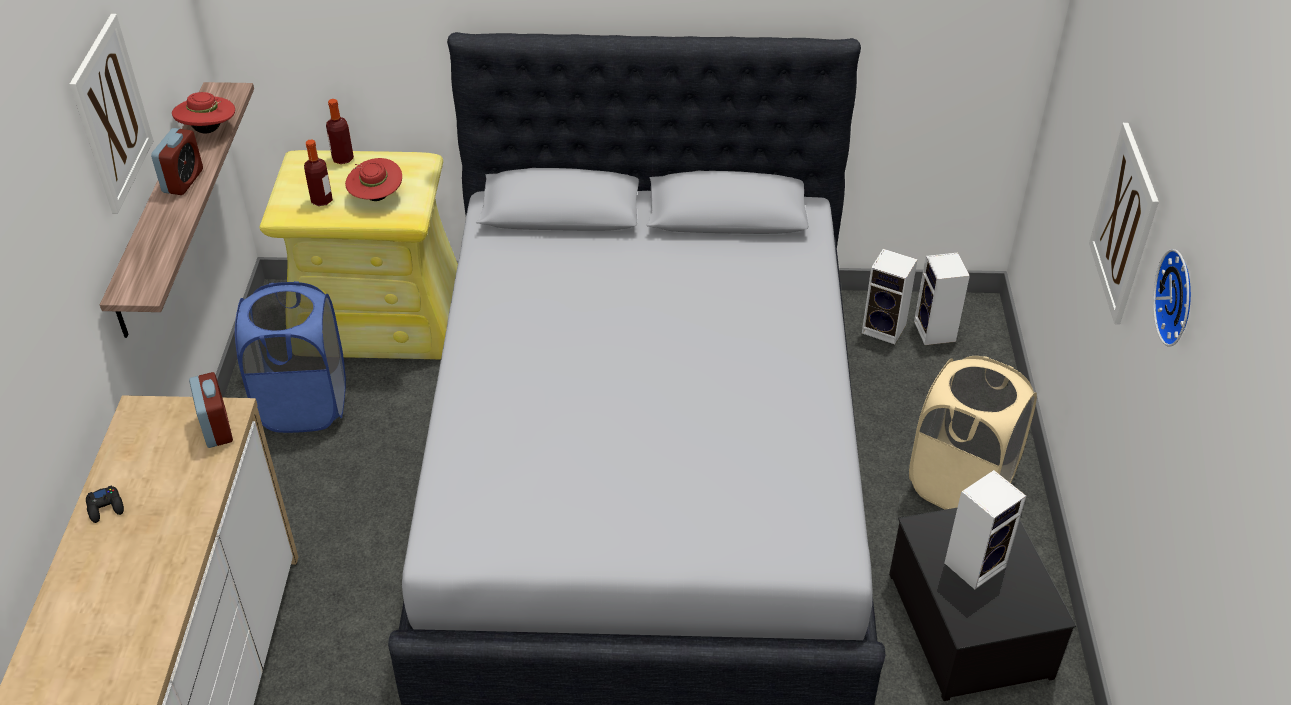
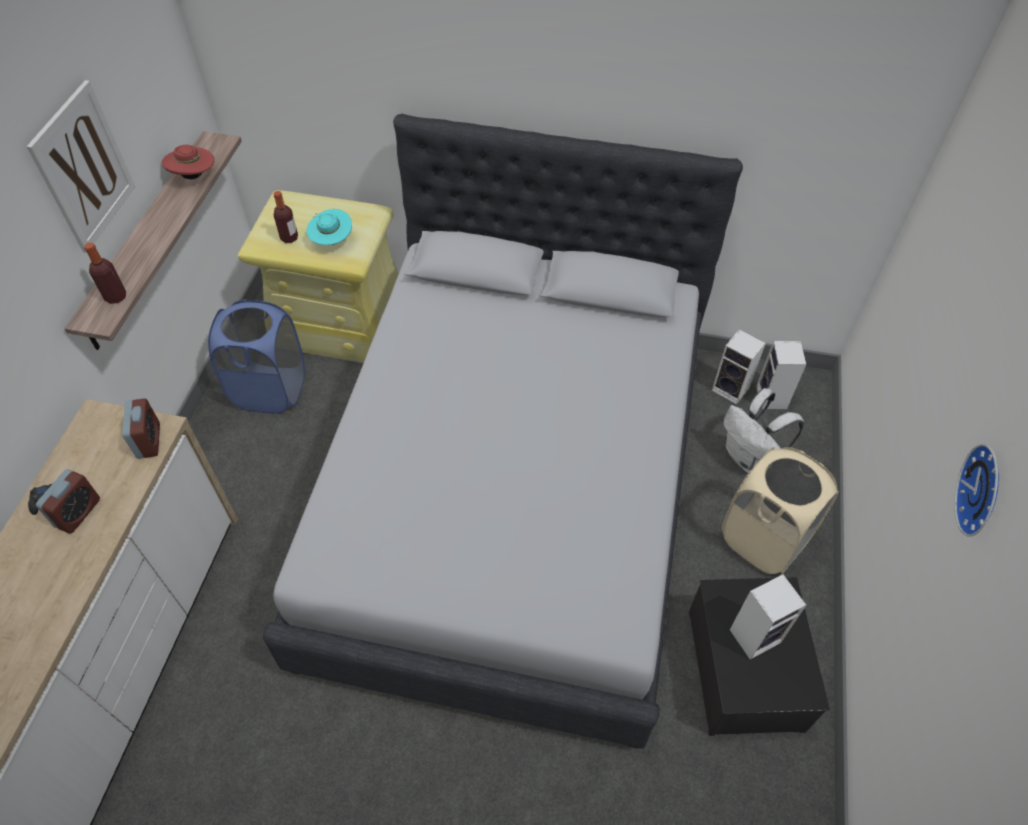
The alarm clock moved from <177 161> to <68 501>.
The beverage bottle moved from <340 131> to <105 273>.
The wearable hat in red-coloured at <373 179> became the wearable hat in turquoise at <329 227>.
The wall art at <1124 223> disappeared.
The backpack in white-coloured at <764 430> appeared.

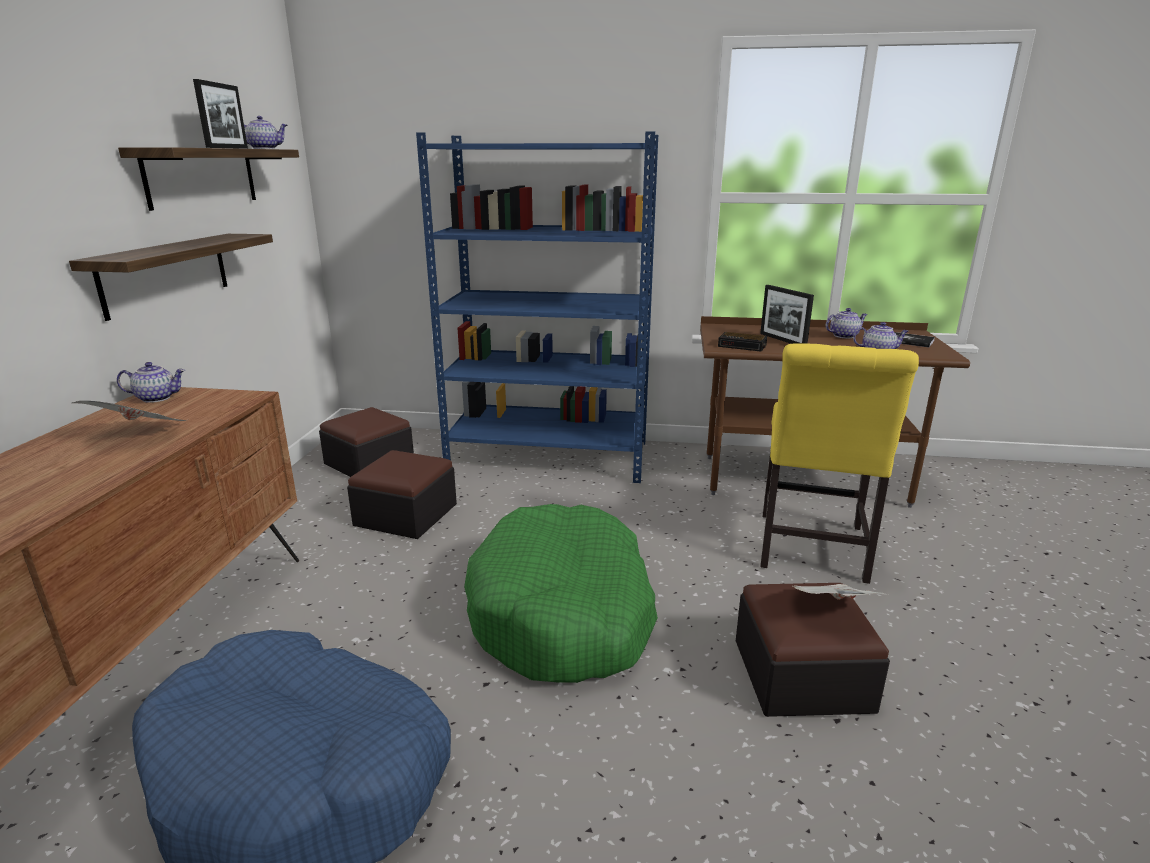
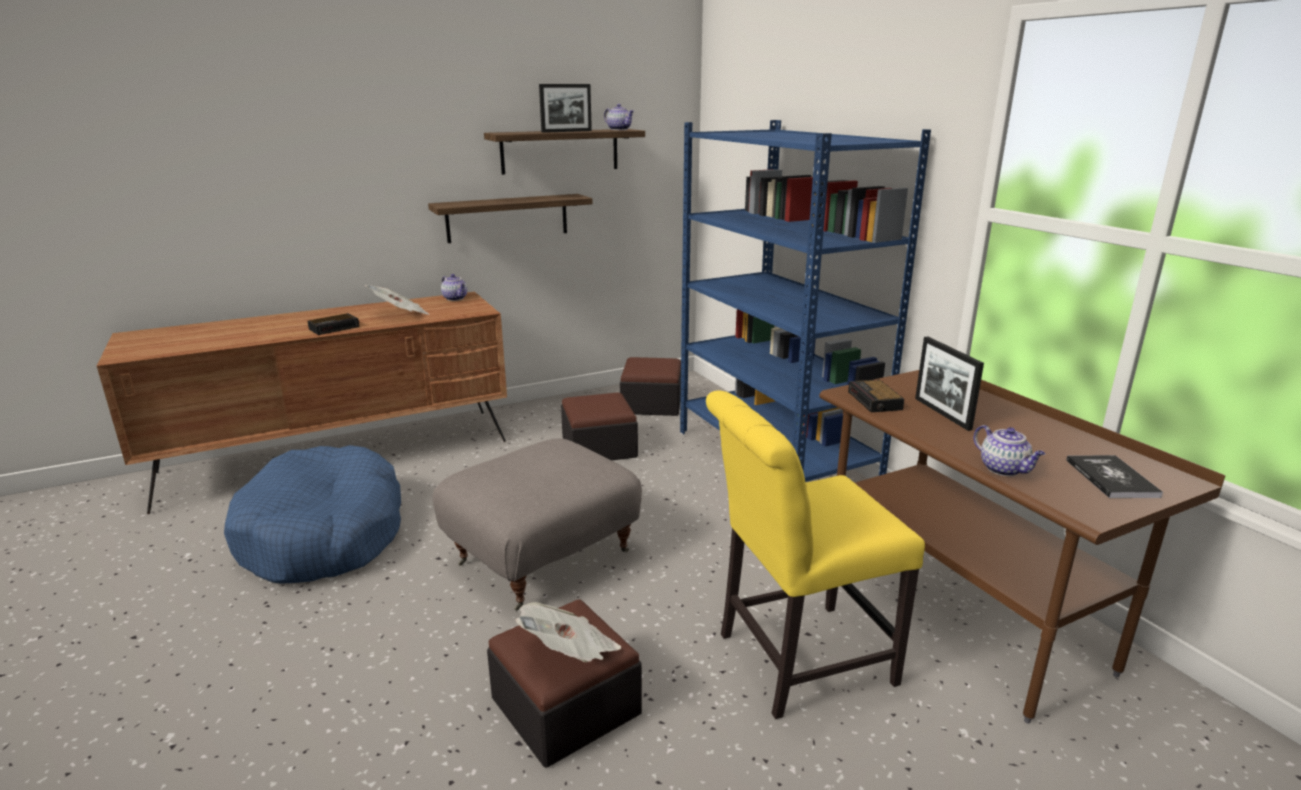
The dog bed in greenish at <561 593> was replaced by the ottoman in grey at <537 524>.
The picture frame at <787 314> turned 45 degrees counterclockwise.
The tea pot at <846 323> disappeared.
The alarm clock at <333 324> appeared.

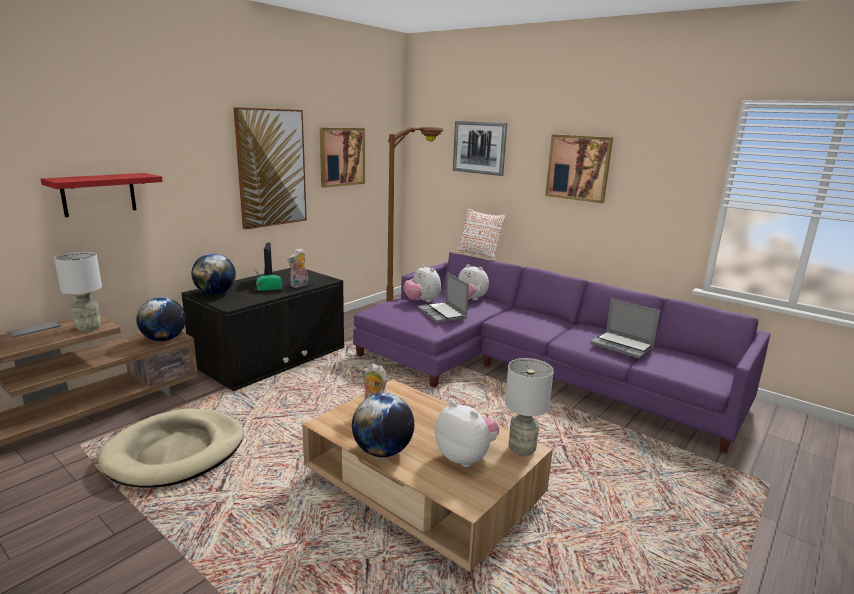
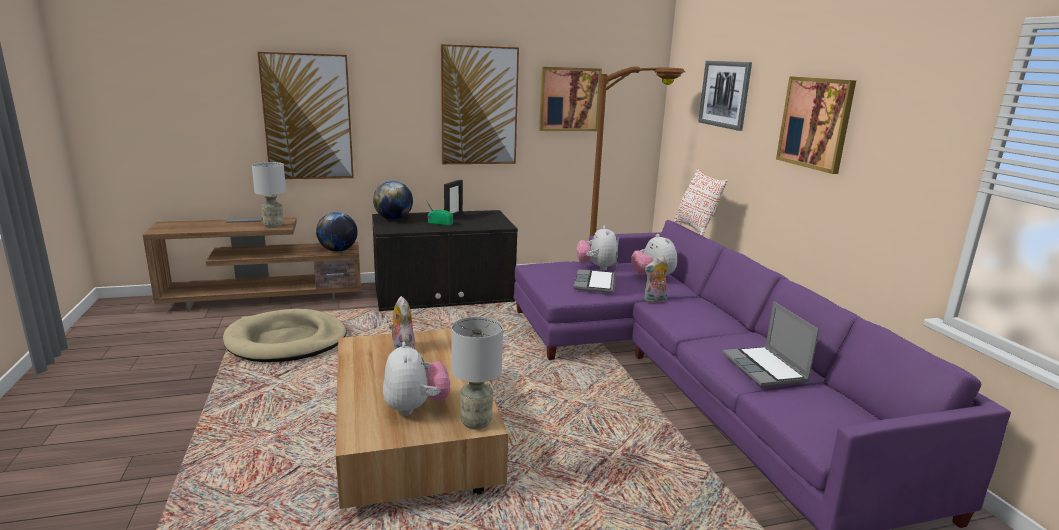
The shelf in red-coloured at <102 195> was replaced by the wall art at <305 115>.
The cuddly toy moved from <298 268> to <656 279>.
The desk globe at <383 425> disappeared.

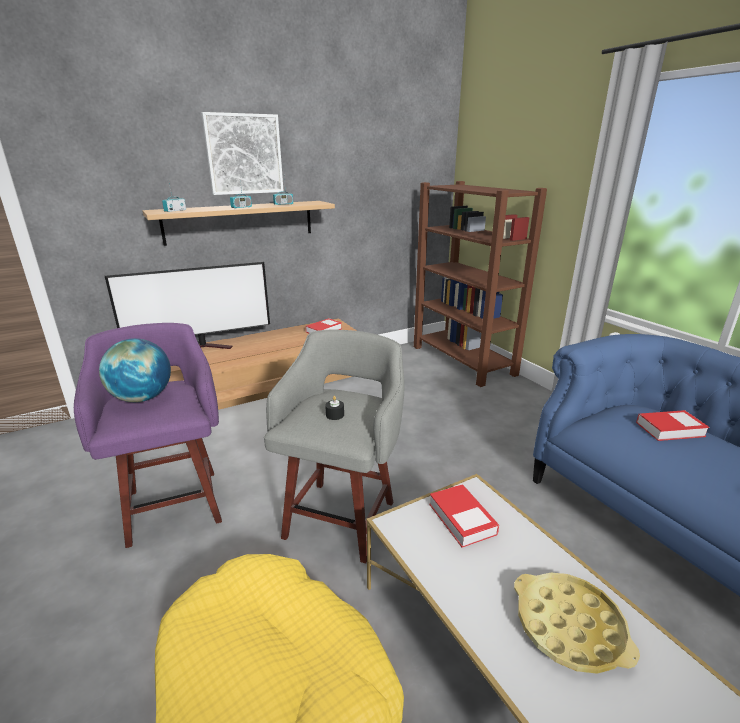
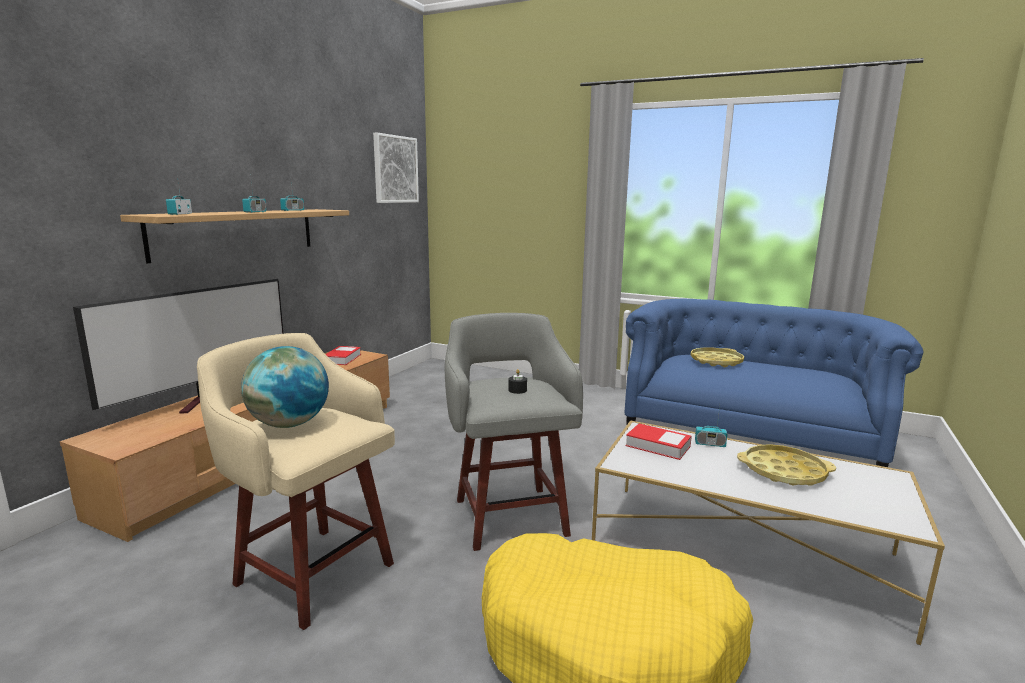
The stool seat in purplish at <148 435> became the stool seat in beige at <296 481>.
The wall art moved from <243 153> to <396 168>.
The bookshelf in brown at <480 284> disappeared.
The volume at <672 425> was replaced by the carrying tray in yellow-coloured at <717 357>.
The radio at <711 426> appeared.

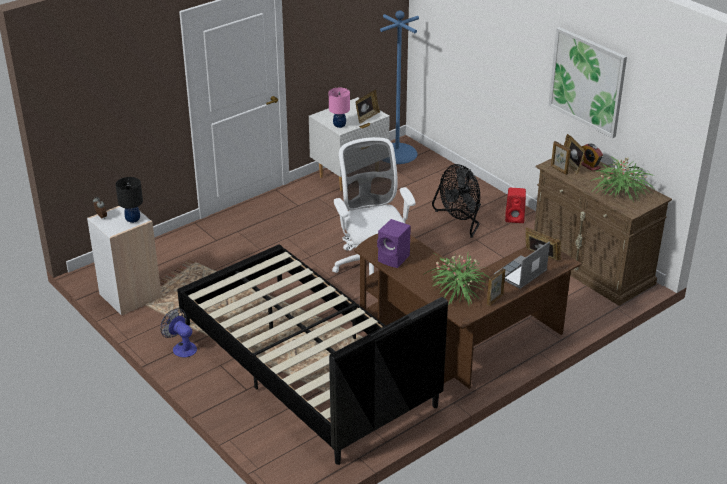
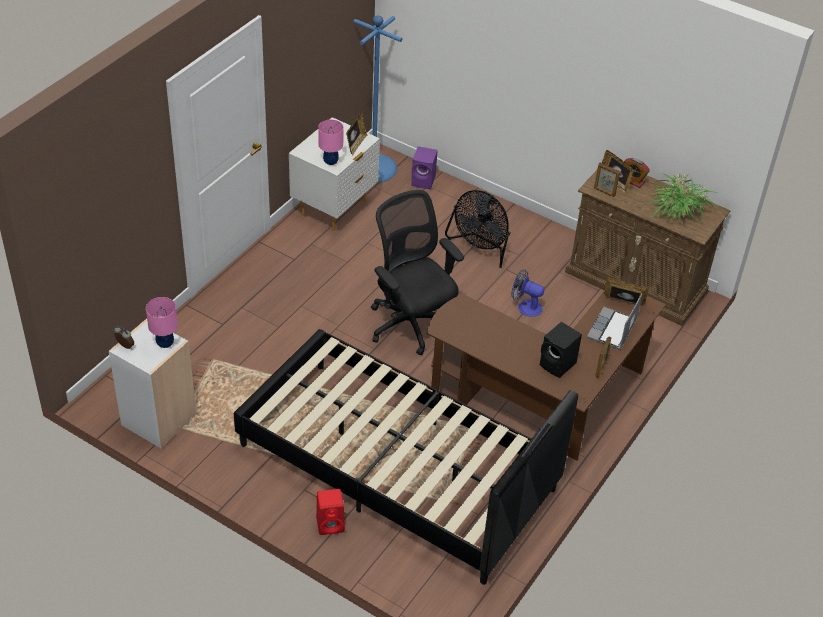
The table lamp in black at <129 200> became the table lamp in pink at <162 322>.
The cooling fan moved from <178 332> to <527 293>.
The computer chair in white-coloured at <374 206> became the computer chair in black at <417 272>.
The loudspeaker in purplish moved from <394 243> to <424 167>.
The houseplant at <456 279> was replaced by the loudspeaker in black at <561 350>.
The loudspeaker in red-coloured moved from <515 205> to <330 512>.
The wall art at <587 82> disappeared.

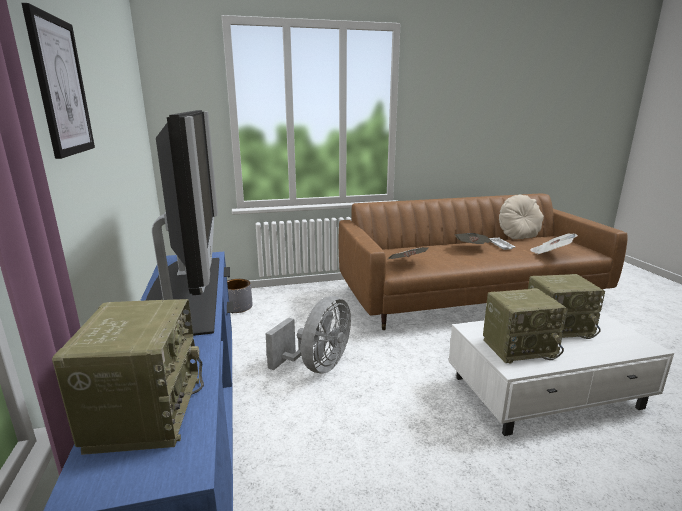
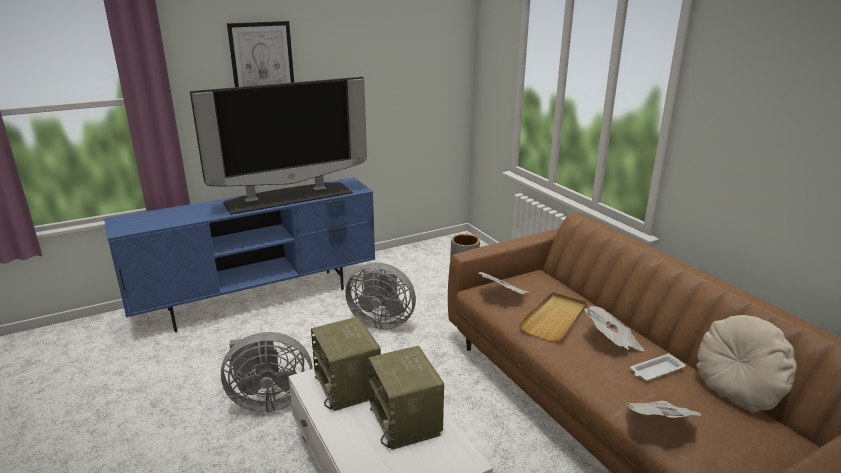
The radio at <128 377> disappeared.
The cooling fan in grey at <267 372> appeared.
The carrying tray in beige at <552 317> appeared.

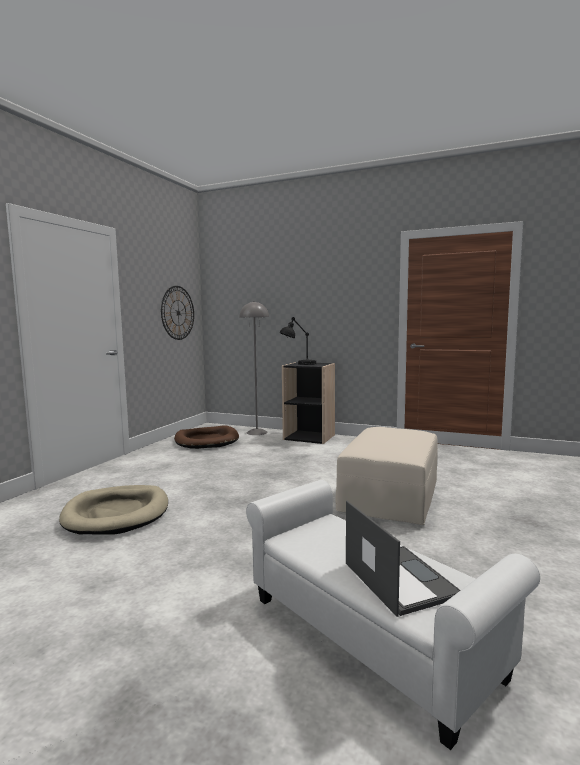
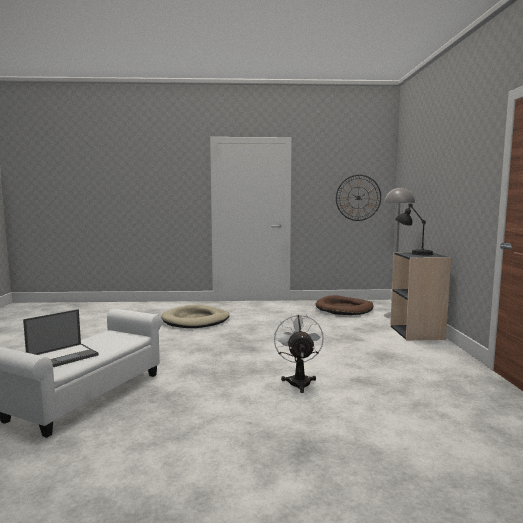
The ottoman in beige at <386 476> was replaced by the cooling fan in white-coloured at <299 353>.

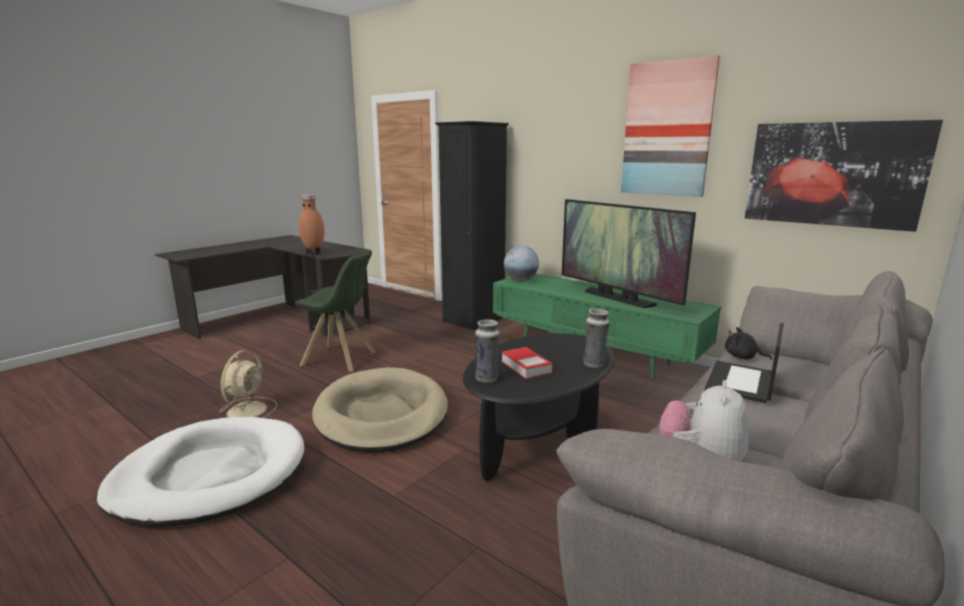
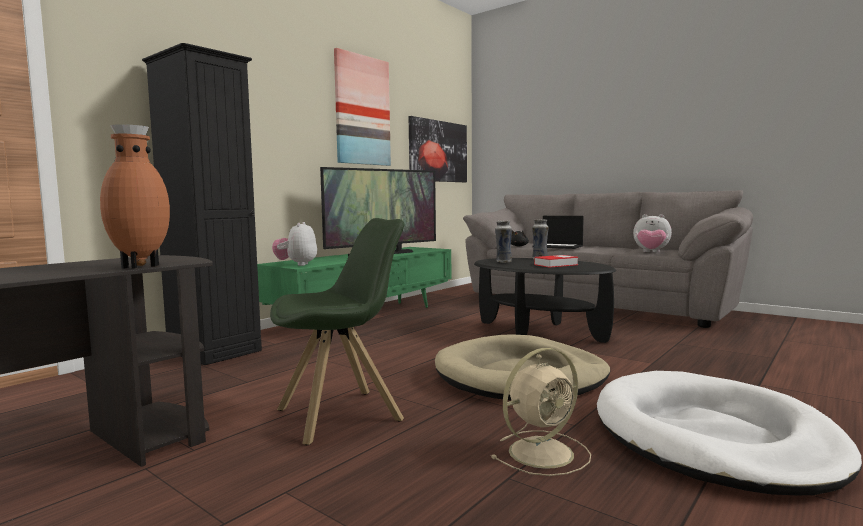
The cooling fan in beige at <248 384> turned 135 degrees clockwise.
The chair in greenish at <335 311> turned 45 degrees clockwise.
The decorative vase moved from <487 351> to <503 242>.
The desk globe at <521 263> was replaced by the cuddly toy at <294 244>.

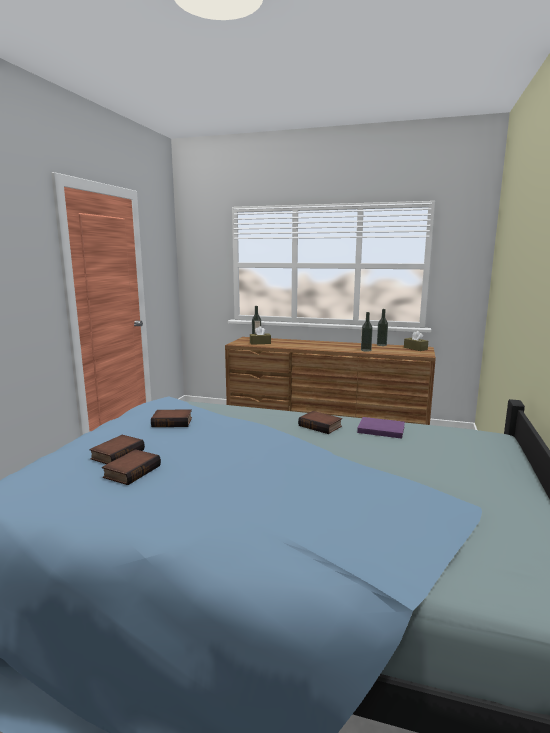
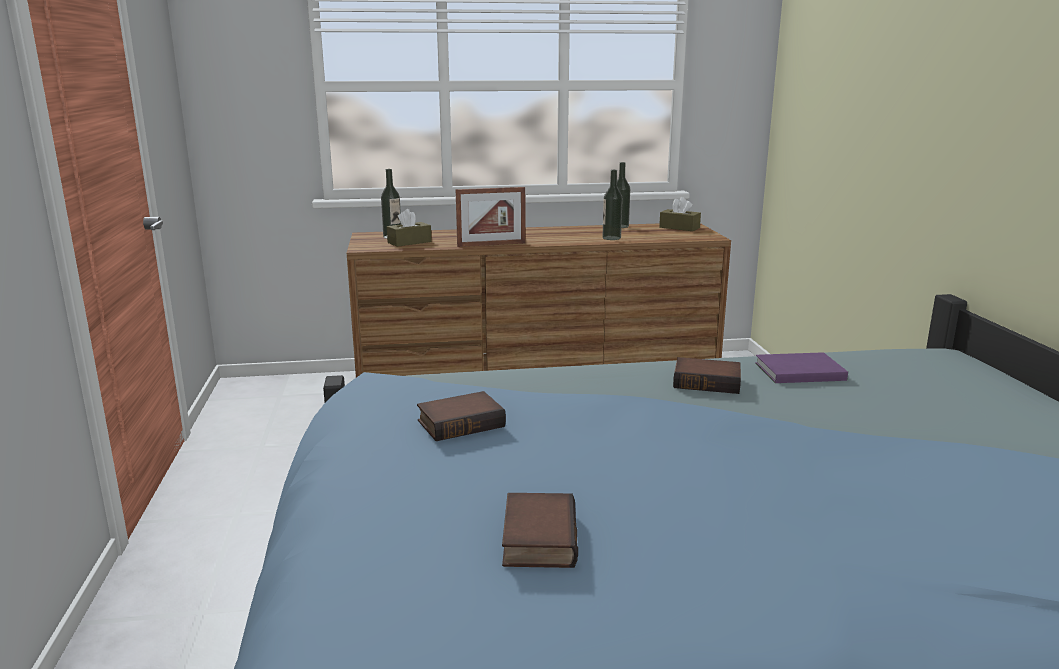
The volume at <117 449> disappeared.
The picture frame at <490 217> appeared.

